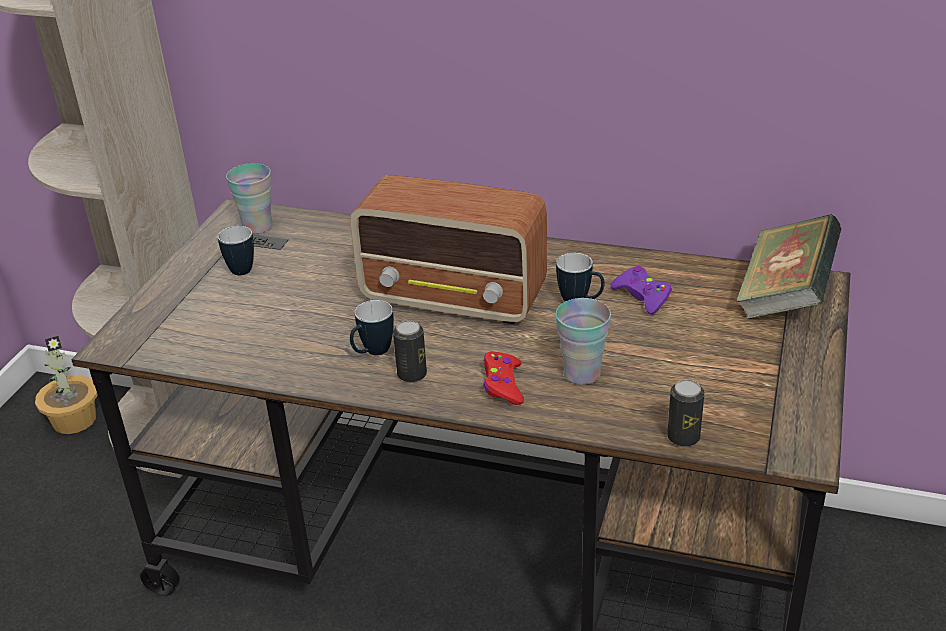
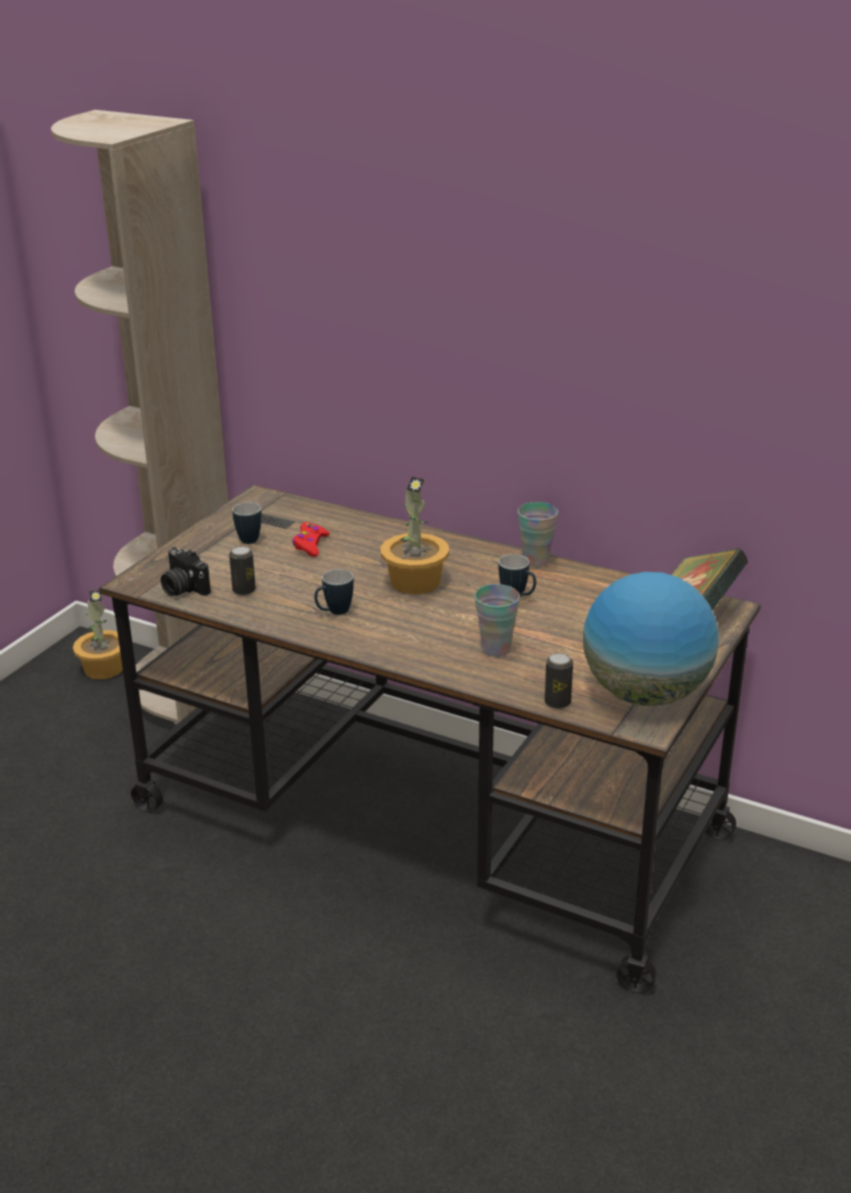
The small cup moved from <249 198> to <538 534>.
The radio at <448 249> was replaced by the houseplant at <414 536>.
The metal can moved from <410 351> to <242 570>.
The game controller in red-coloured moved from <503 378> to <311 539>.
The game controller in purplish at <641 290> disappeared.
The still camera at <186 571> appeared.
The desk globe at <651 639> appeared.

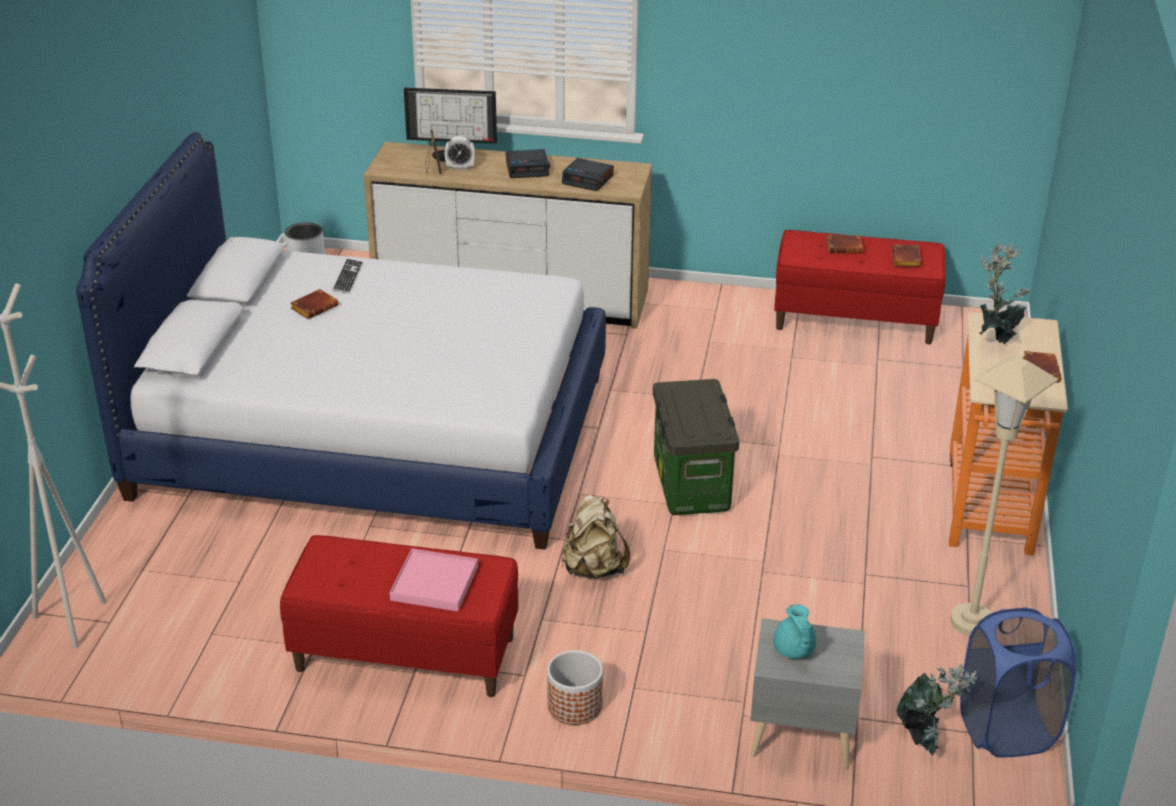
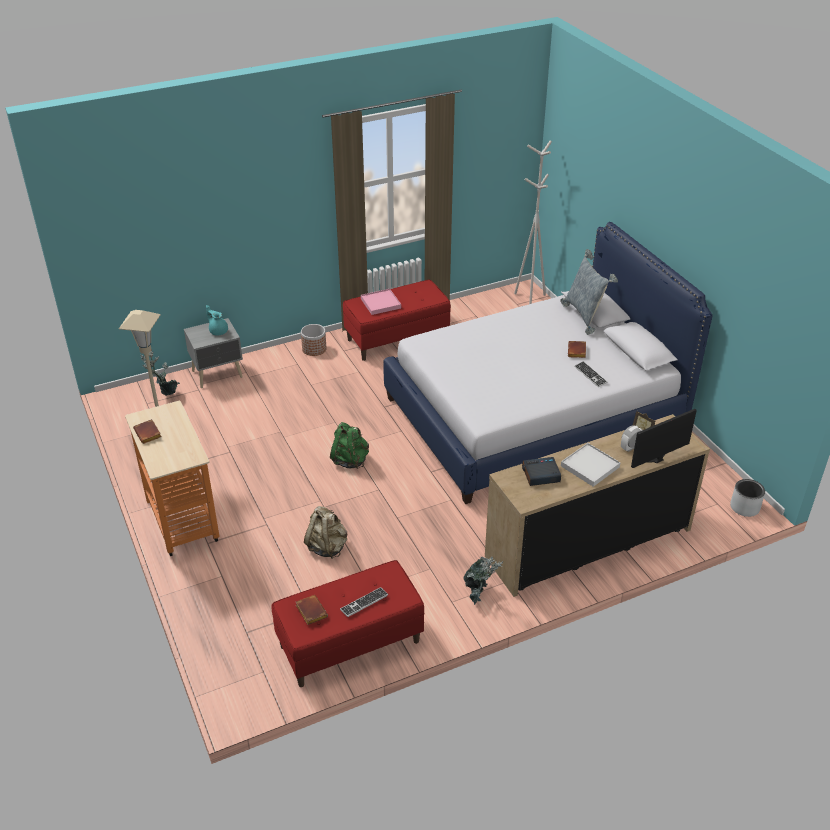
The alarm clock at <528 163> was replaced by the carrying tray in white-coloured at <590 465>.
The backpack in beige moved from <596 537> to <325 532>.
The storage box at <696 447> was replaced by the backpack in greenish at <349 445>.
The volume in brown at <844 244> was replaced by the computer keyboard at <364 602>.
The laundry basket in blue-coloured at <1018 682> disappeared.
The houseplant moved from <1005 292> to <483 581>.
The pillow at <589 292> appeared.

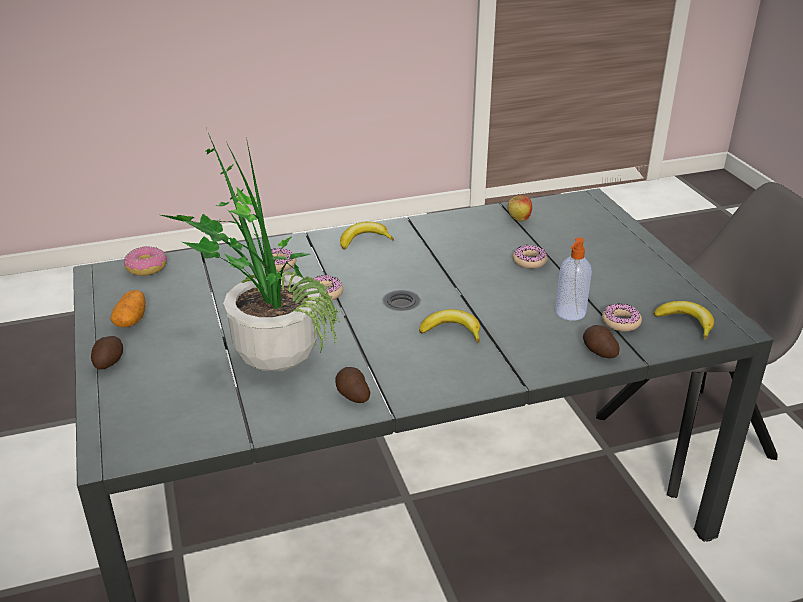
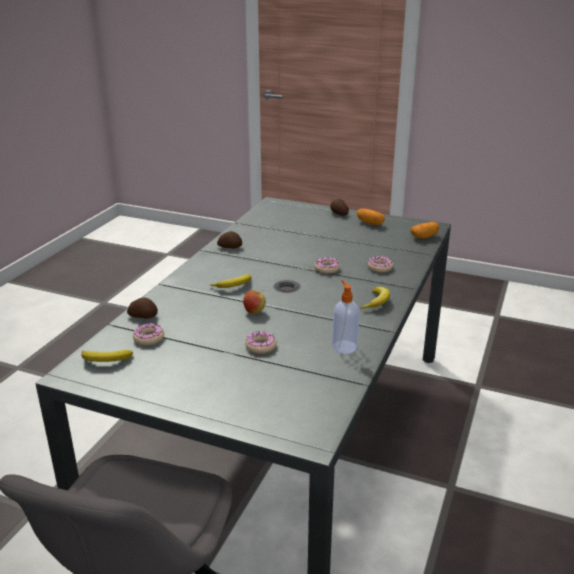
The doughnut at <145 261> was replaced by the whole potato at <424 230>.
The houseplant at <251 249> disappeared.
The whole apple moved from <519 208> to <254 302>.
The soap dispenser moved from <573 278> to <345 317>.

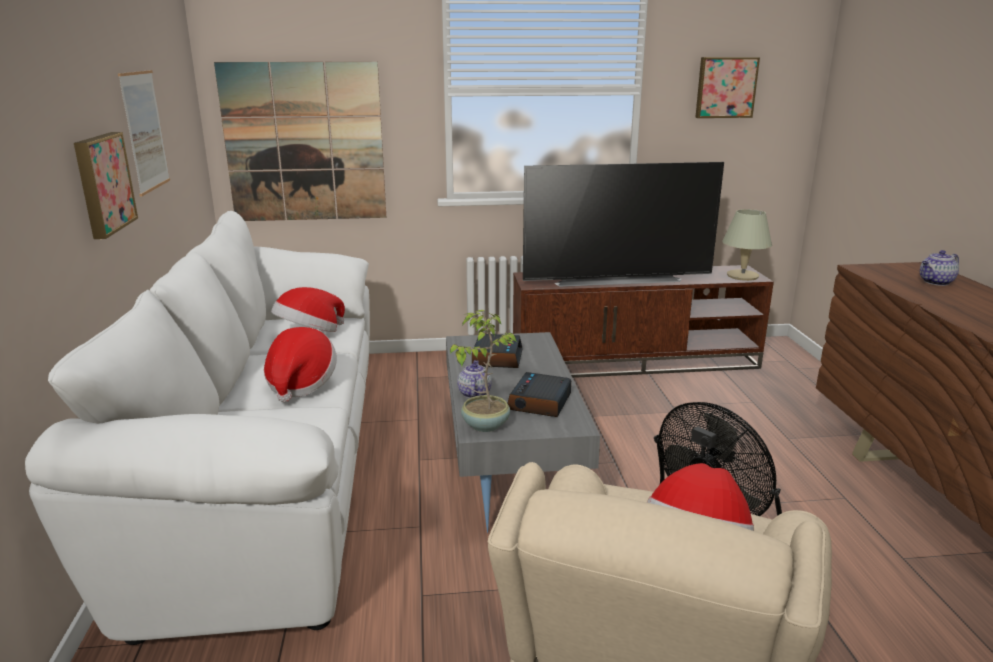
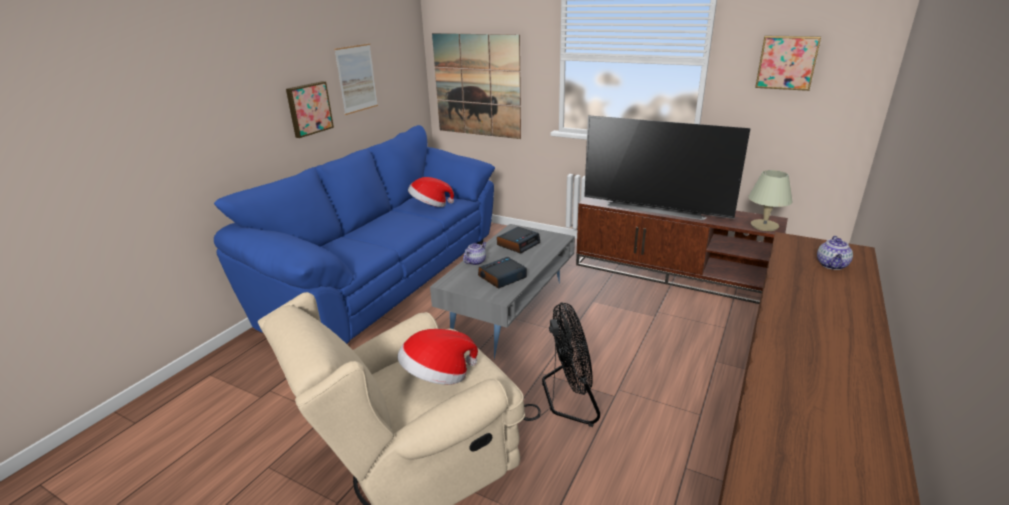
The couch in white-coloured at <197 428> became the couch in blue-coloured at <354 234>.
The wearable hat at <300 364> disappeared.
The houseplant at <483 371> disappeared.
The tea pot at <939 268> turned 75 degrees counterclockwise.

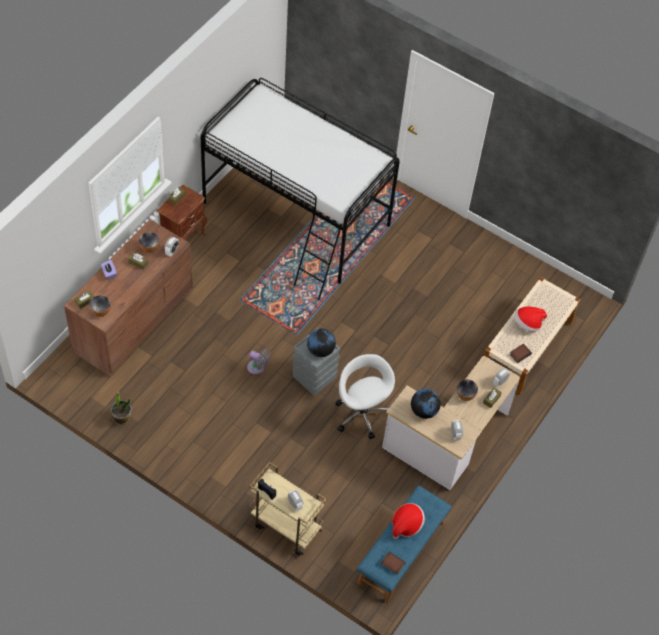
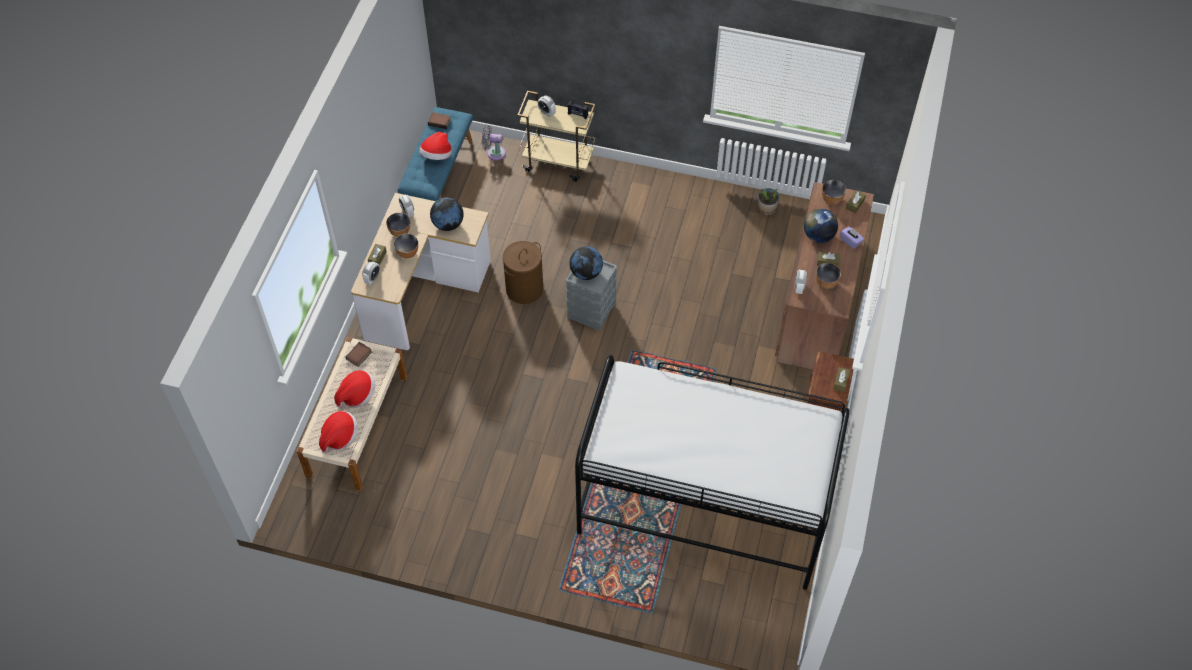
The cooling fan in grey moved from <258 362> to <494 142>.
The computer chair in white-coloured at <365 396> was replaced by the laundry basket in brown at <523 272>.
The wearable hat at <338 432> appeared.
The deep dish at <398 225> appeared.
The desk globe at <821 226> appeared.

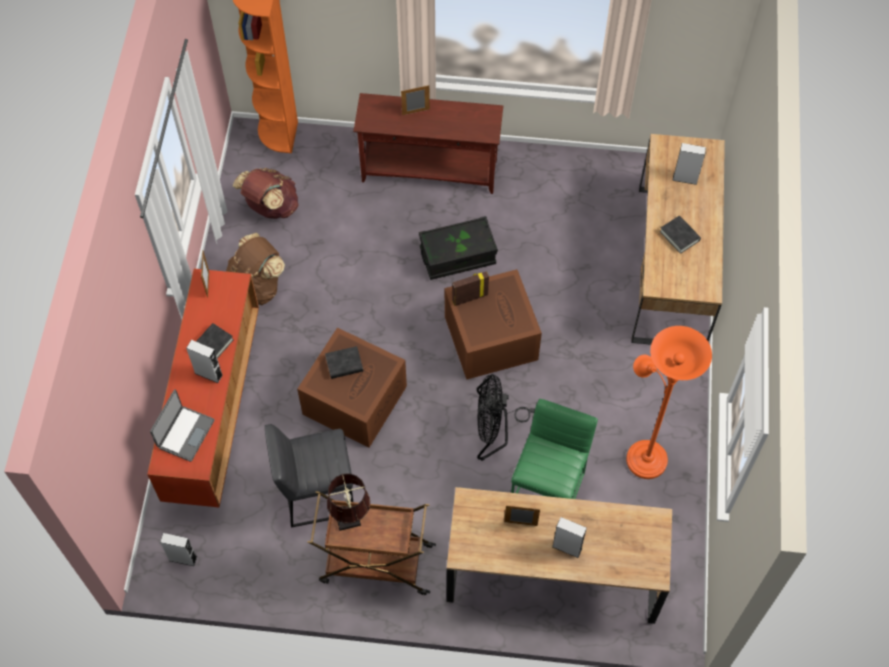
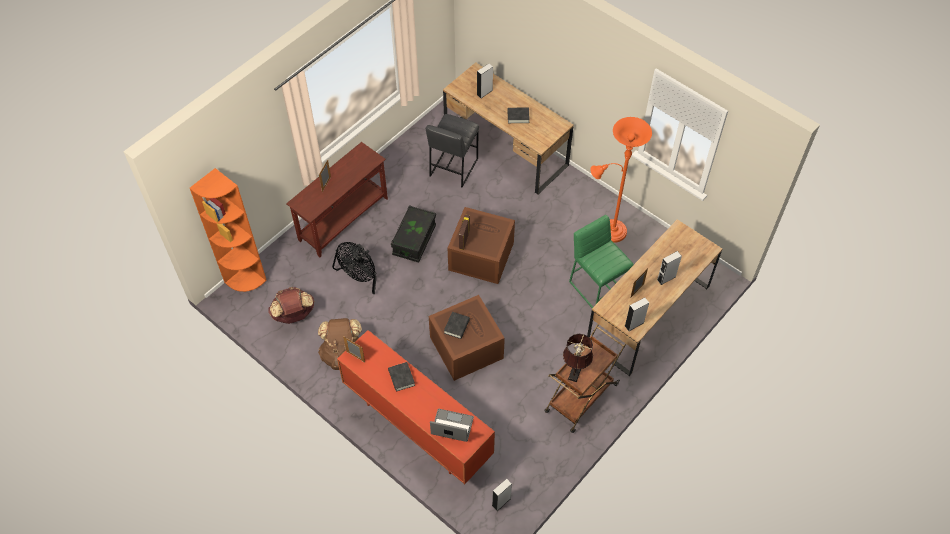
The notebook computer at <182 425> turned 45 degrees counterclockwise.
The loudspeaker in grey moved from <204 361> to <637 314>.
The stool seat in grey moved from <309 476> to <452 150>.
The cooling fan in black moved from <506 417> to <354 268>.

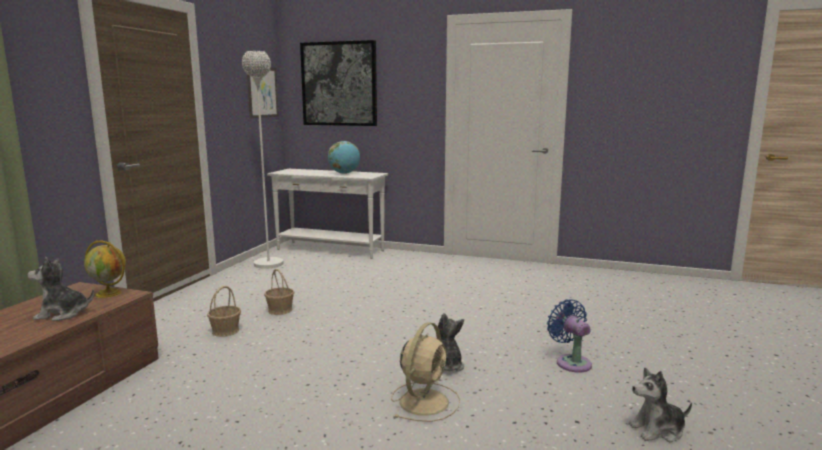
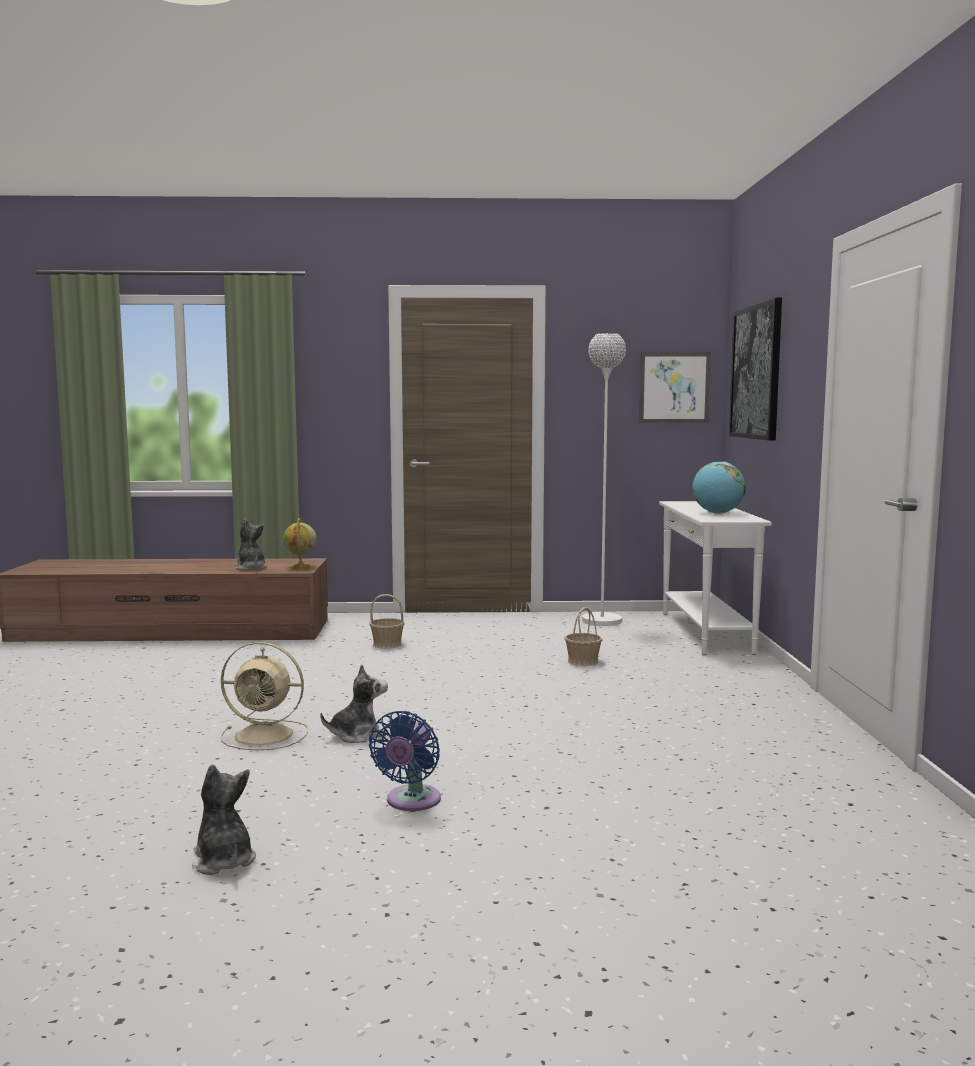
The household basket moved from <279 292> to <583 636>.
The cooling fan in blue-coloured at <569 336> turned 150 degrees clockwise.

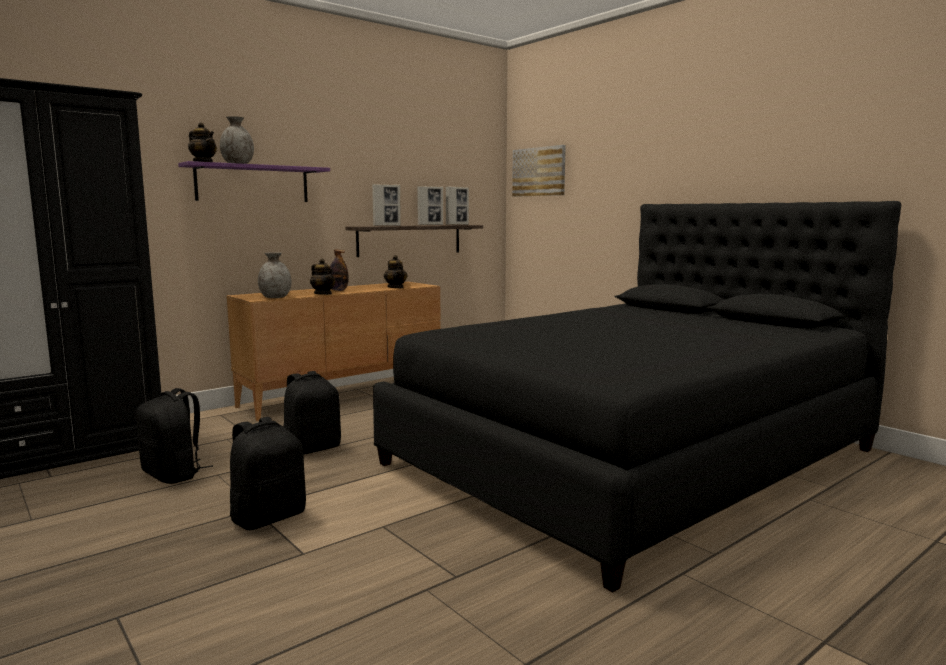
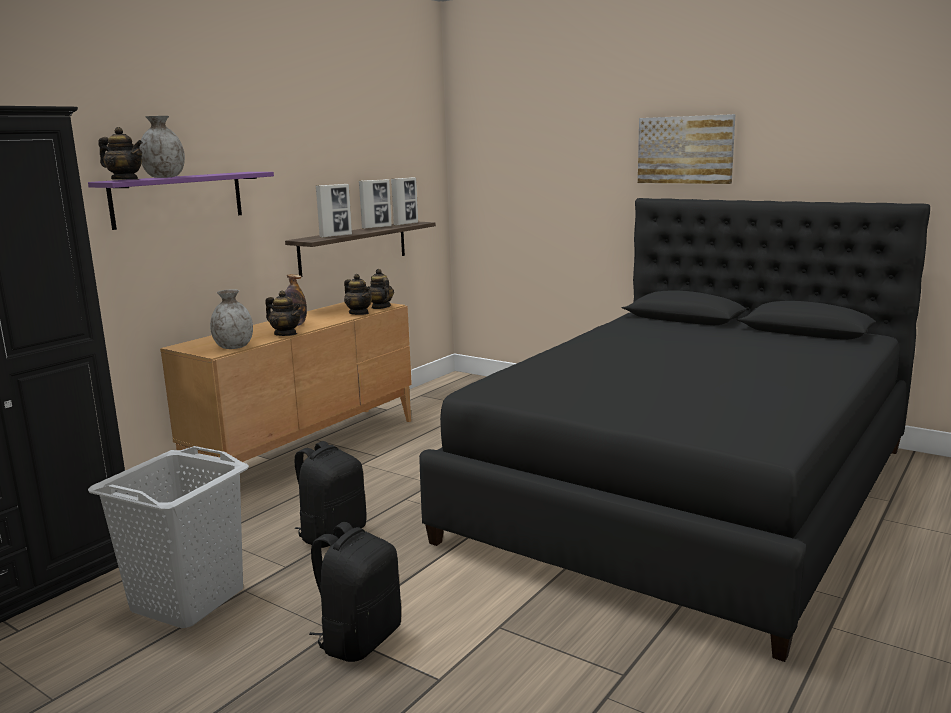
The backpack in black at <174 436> was replaced by the laundry basket in grey at <168 537>.
The wall art moved from <539 171> to <686 149>.
The tea pot at <381 289> appeared.

